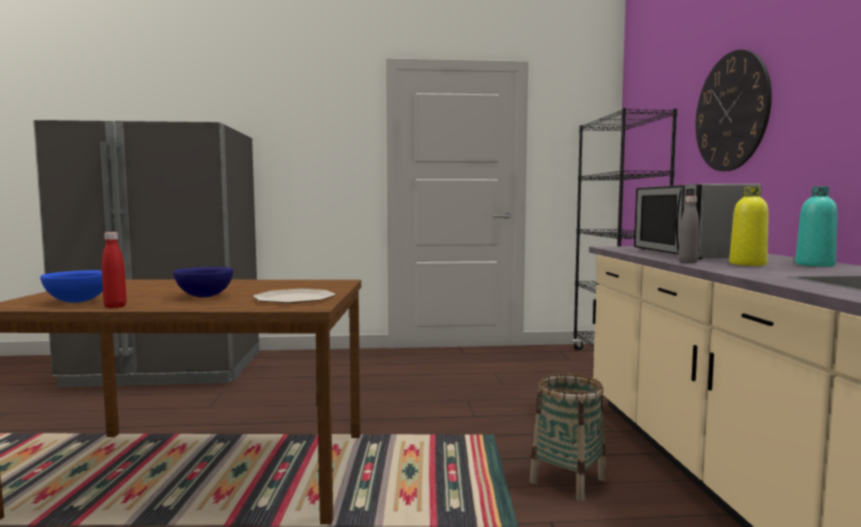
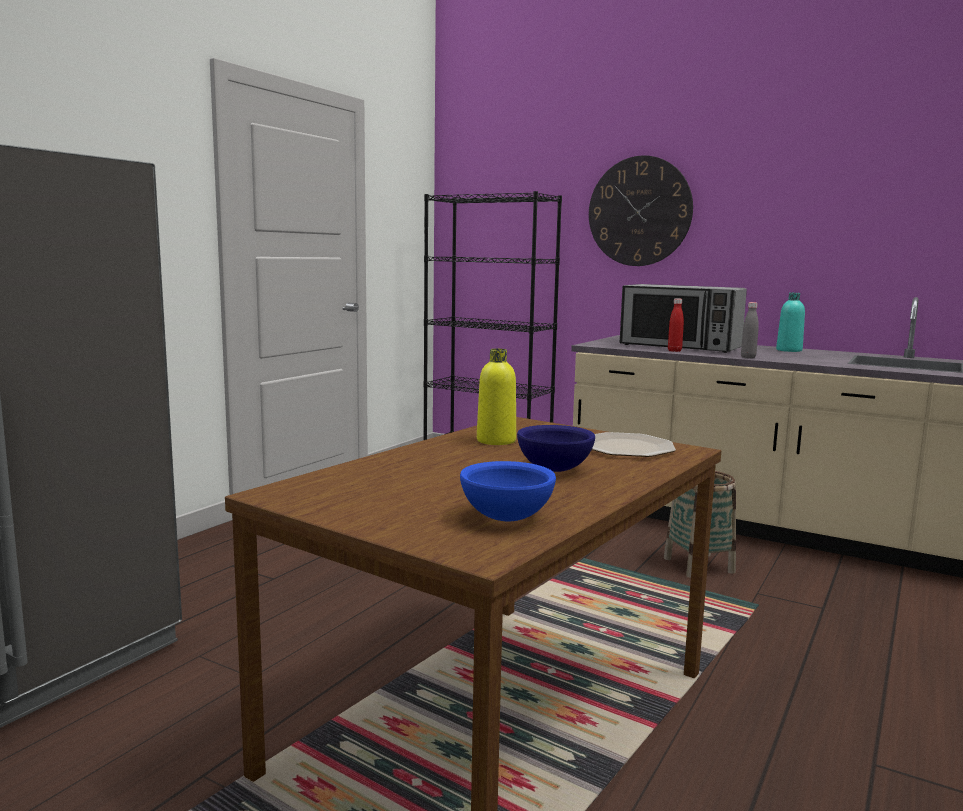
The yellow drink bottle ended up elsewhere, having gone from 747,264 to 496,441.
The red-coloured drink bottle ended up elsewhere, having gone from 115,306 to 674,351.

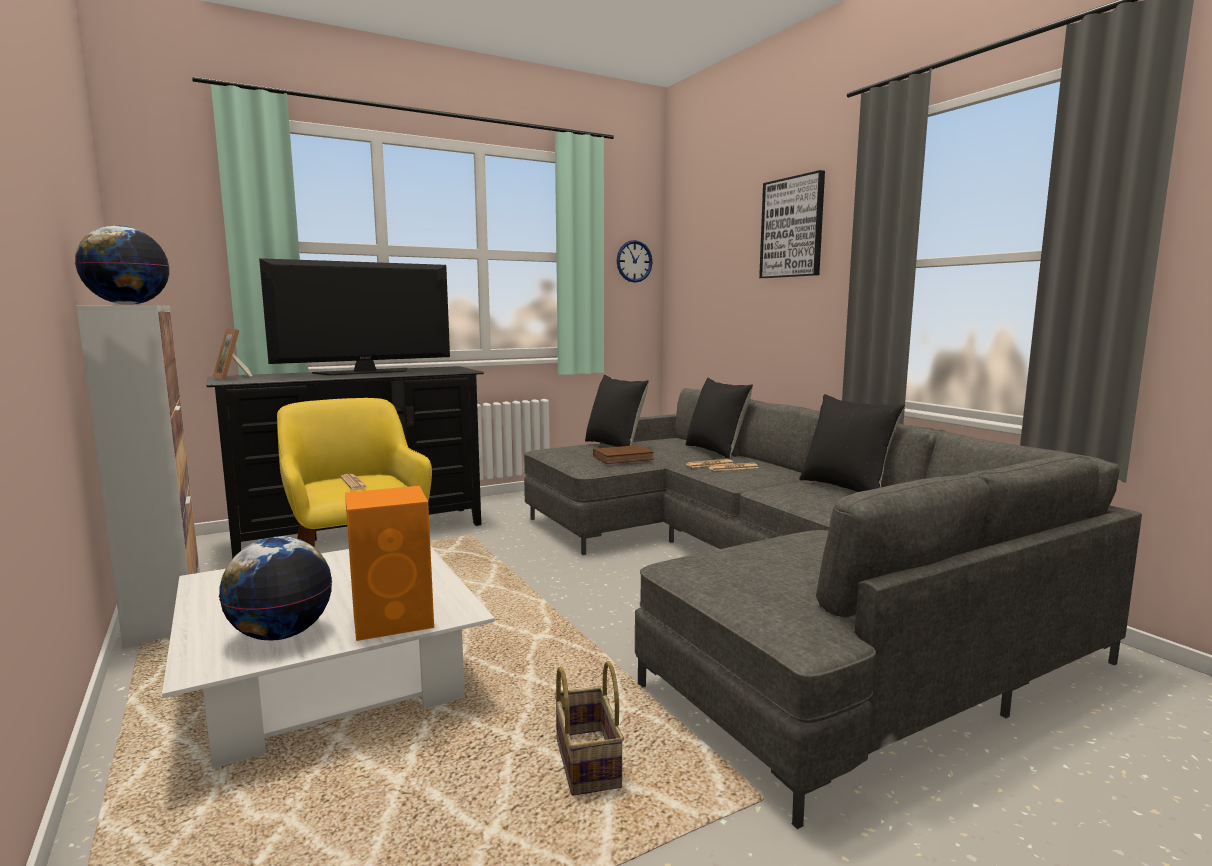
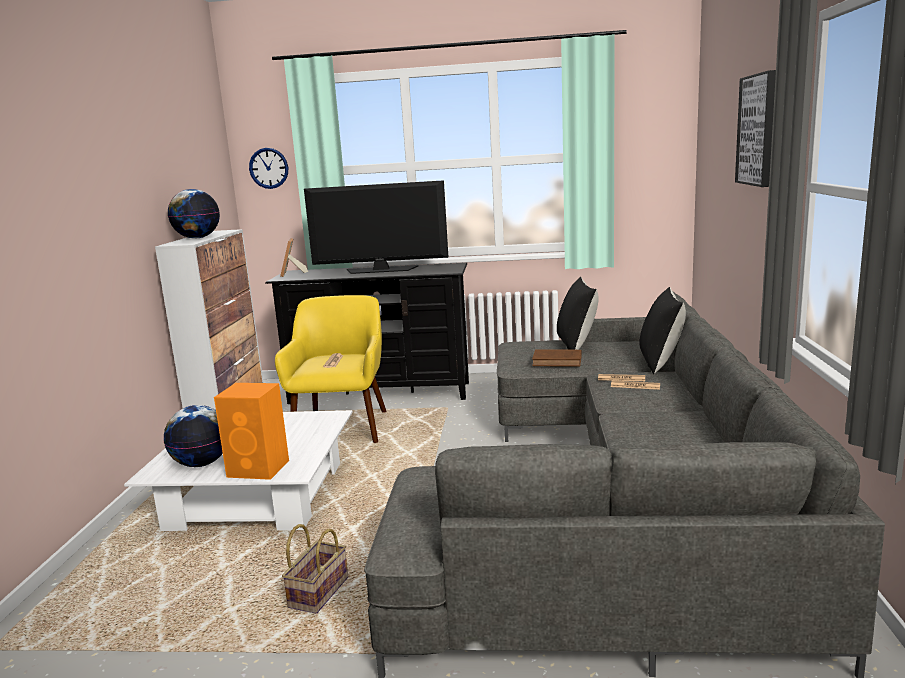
The hanging clock ended up elsewhere, having gone from 634,261 to 269,168.
The second view lost the black-coloured throw pillow at 846,487.

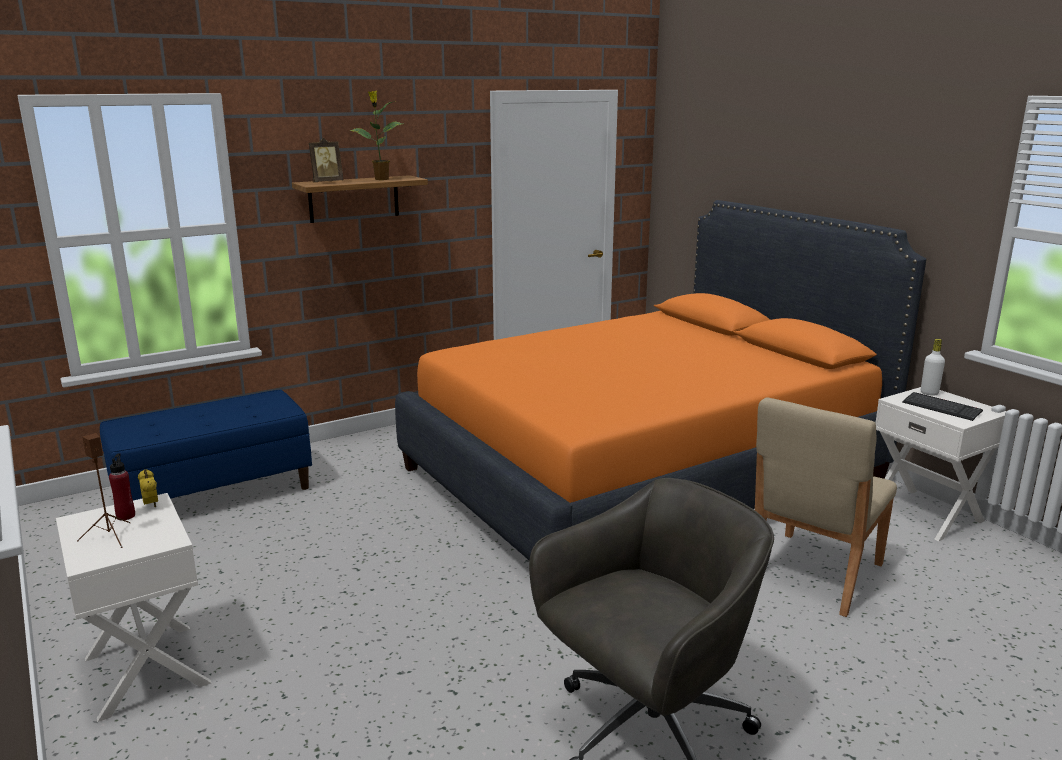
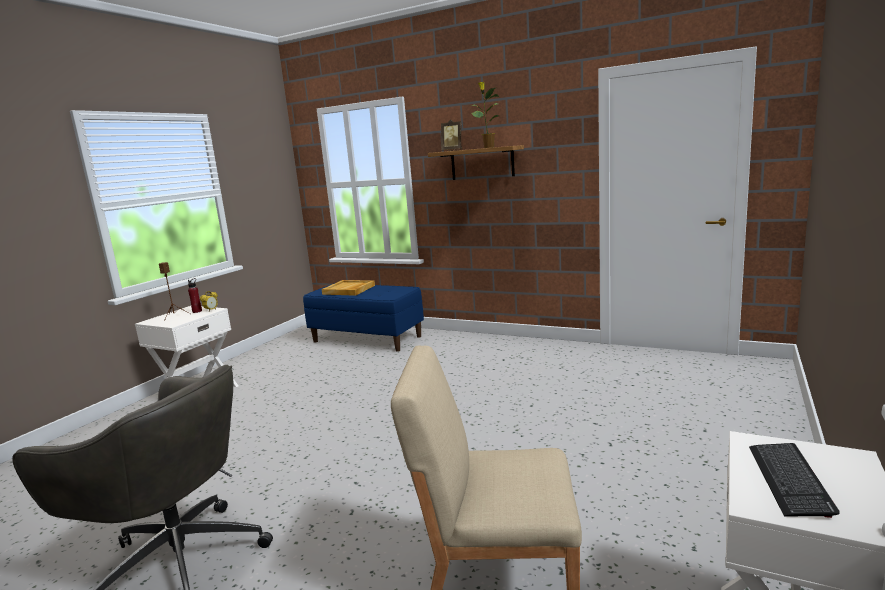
The second view gained the sand-coloured serving tray at 349,290.
The second view lost the orange bed at 642,474.
The second view lost the whitish drink bottle at 929,393.

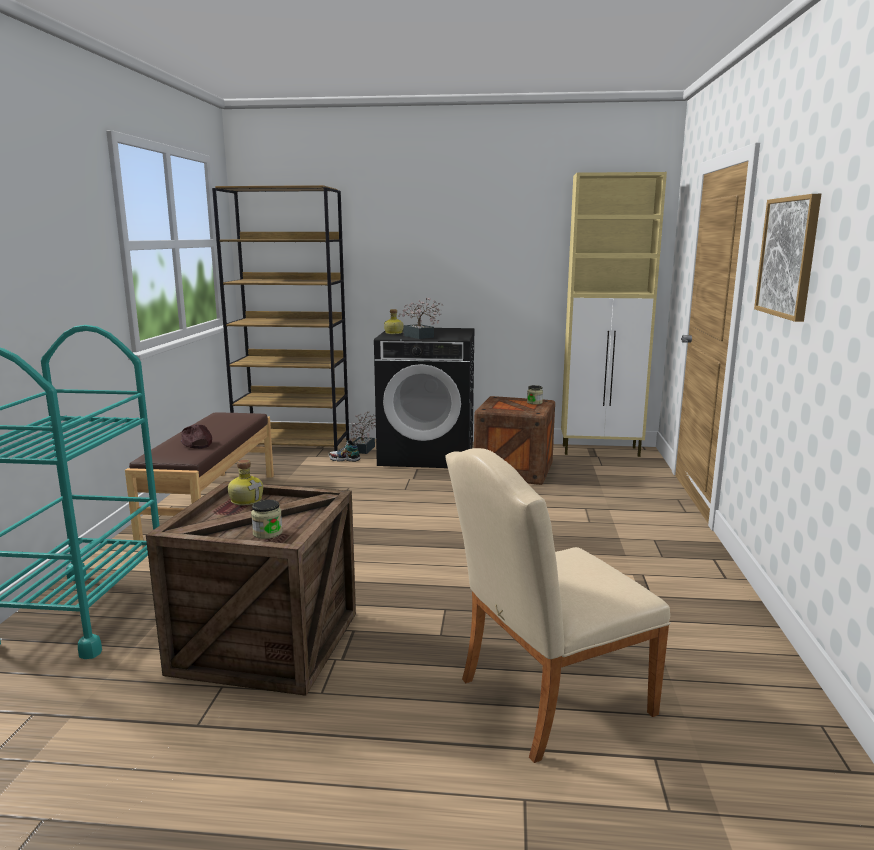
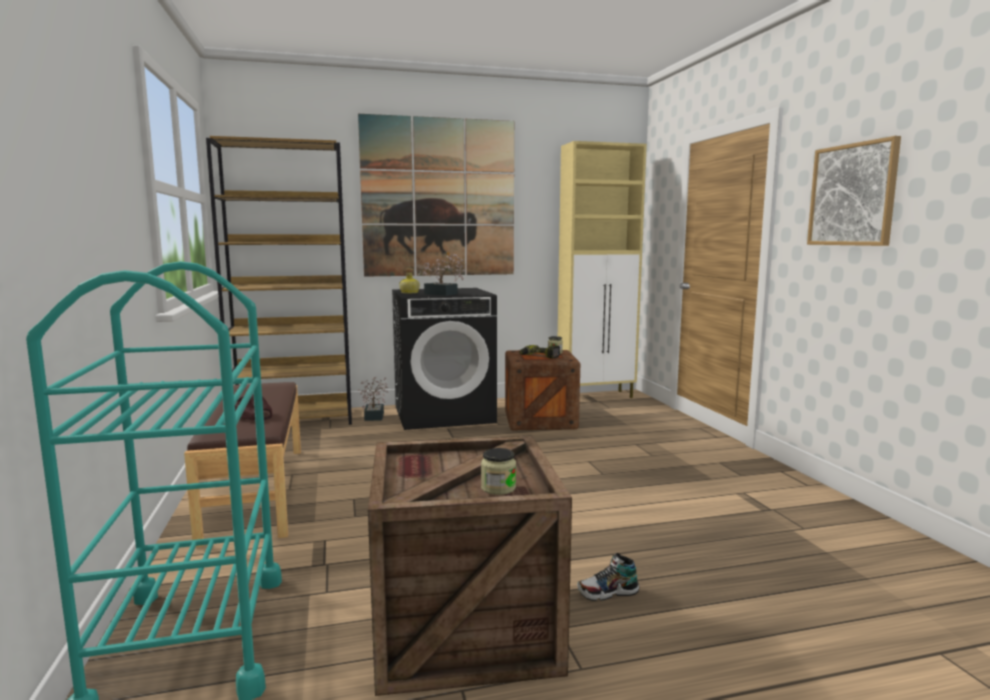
The second view gained the picture at 439,198.
The second view gained the power drill at 539,357.
The low shoe ended up elsewhere, having gone from 344,459 to 608,593.
The second view lost the drink bottle at 246,500.
The second view lost the sand-coloured plain chair at 544,699.

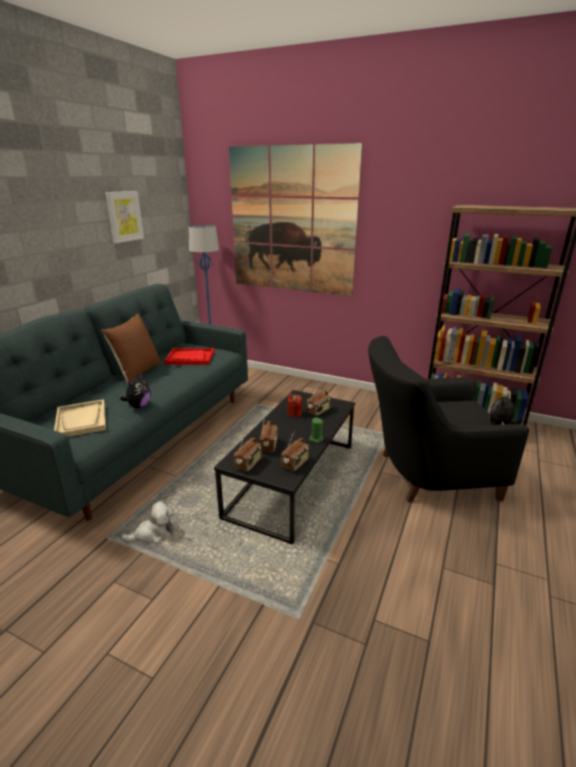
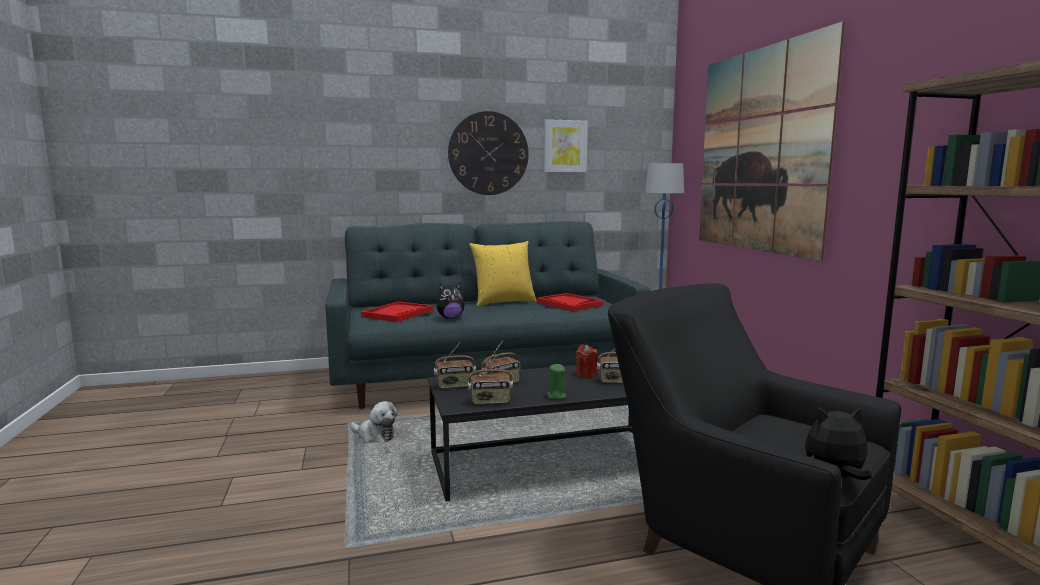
What was the sand-coloured serving tray at 81,420 turned into the red-coloured serving tray at 397,314.
The second view gained the hanging clock at 488,153.
What was the brown throw pillow at 137,372 turned into the yellow throw pillow at 503,302.

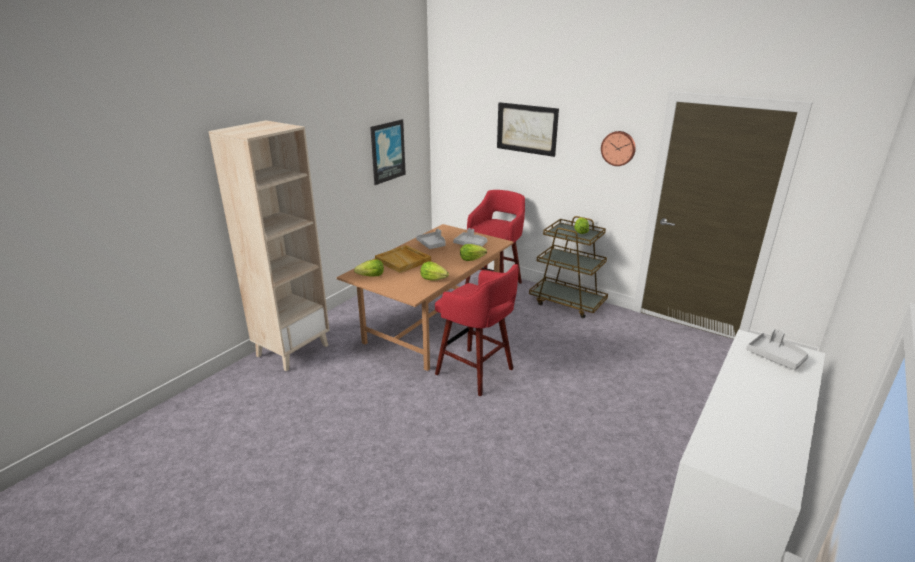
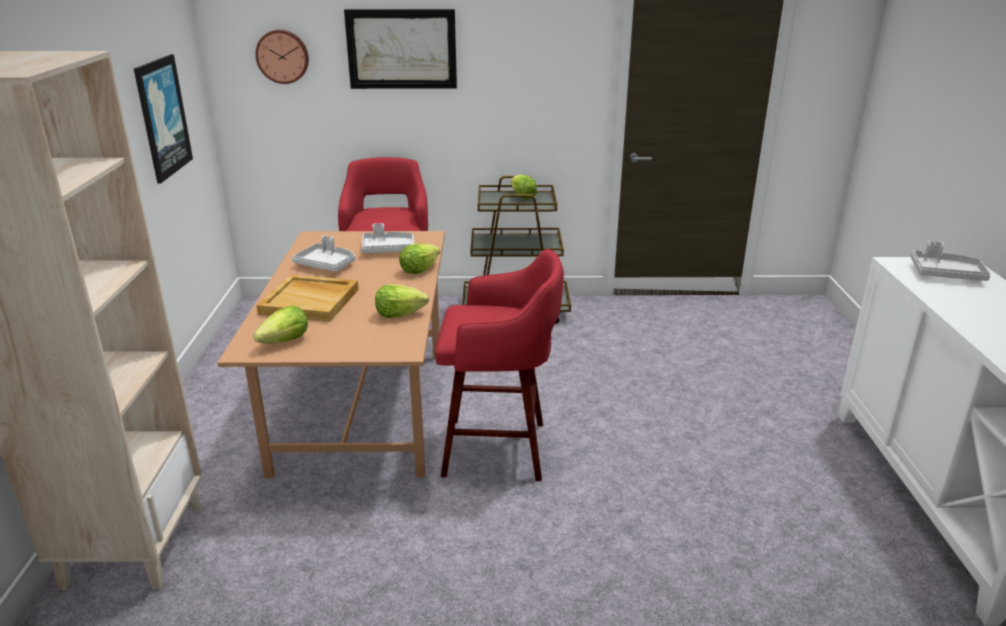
The hanging clock ended up elsewhere, having gone from 618,148 to 283,56.

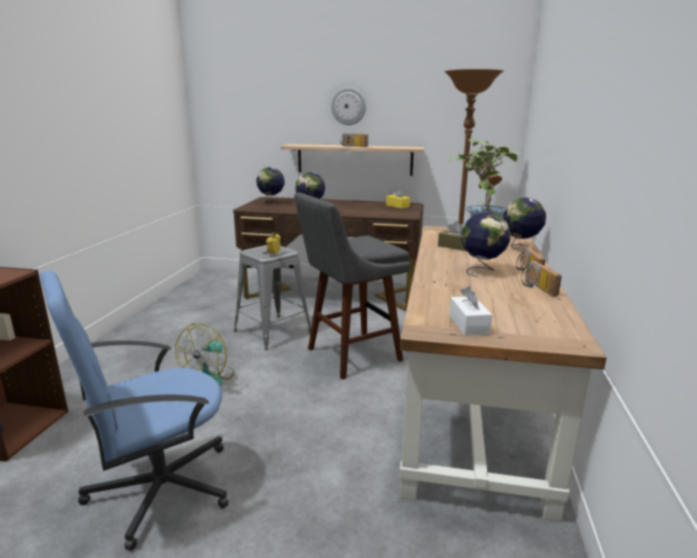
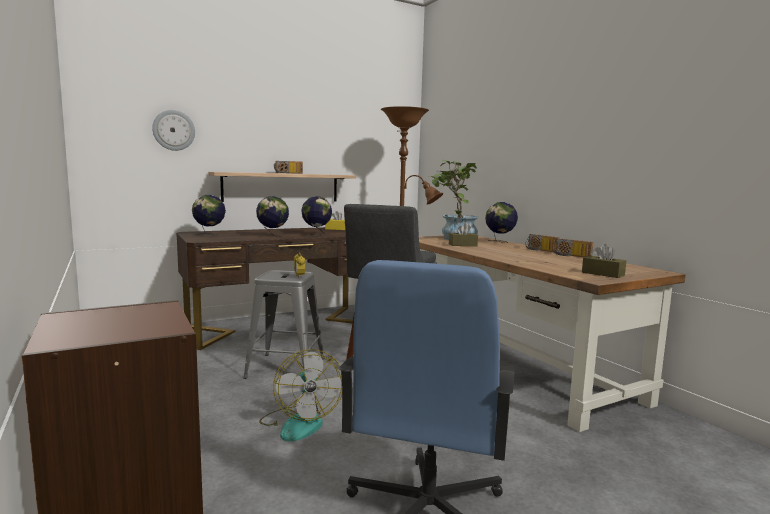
The hanging clock ended up elsewhere, having gone from 348,106 to 174,130.
The world globe ended up elsewhere, having gone from 481,270 to 316,235.
What was the whitish tissue holder at 468,324 turned into the brown tissue holder at 603,274.

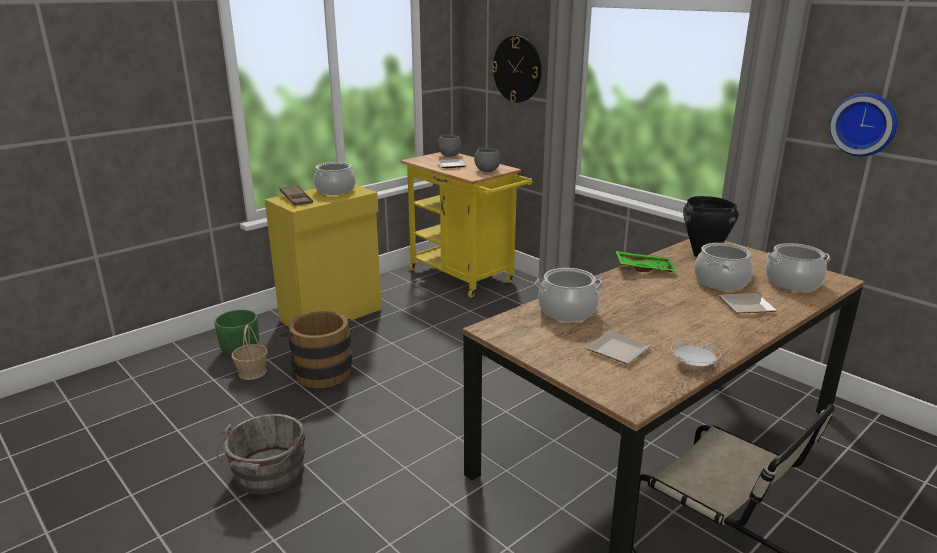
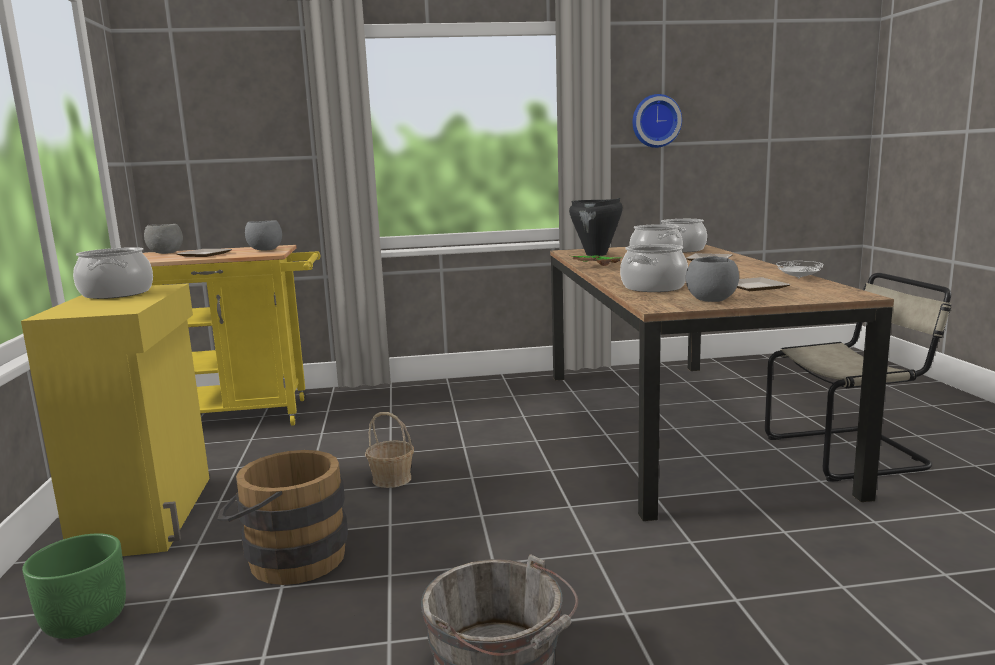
The basket ended up elsewhere, having gone from 252,372 to 392,479.
The second view gained the greyish deep dish at 710,300.
The second view lost the brown serving tray at 296,199.
The second view lost the hanging clock at 517,69.

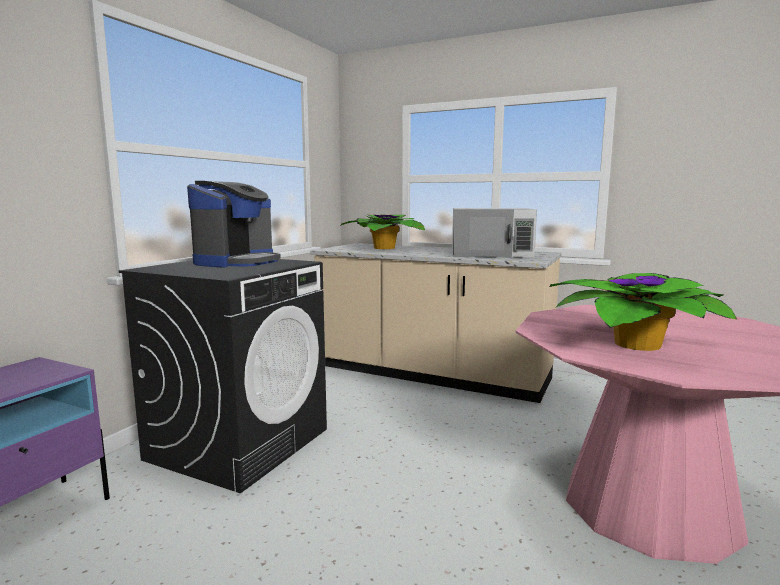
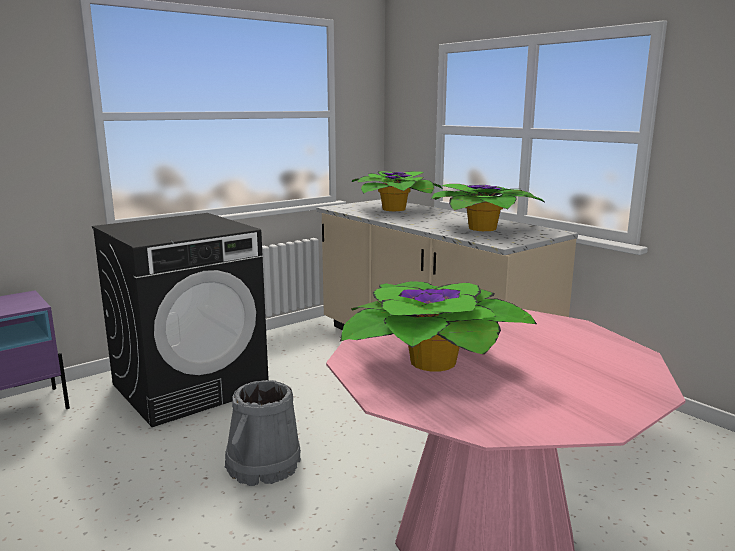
The second view gained the greyish bucket at 263,464.
Where the whitish microwave oven stood at 491,253, the plant in a pot came to stand at 484,228.
The second view lost the coffee maker at 237,262.

